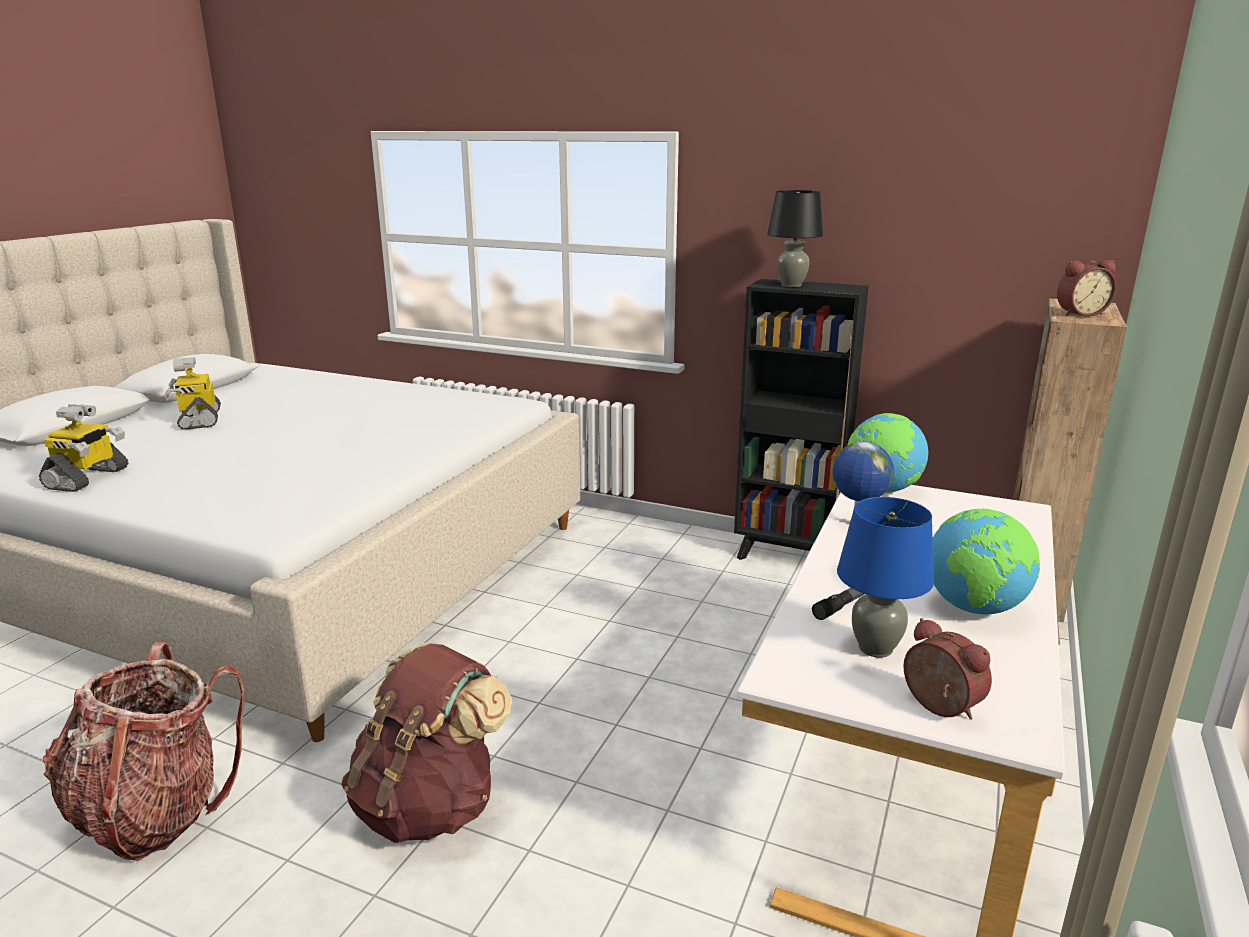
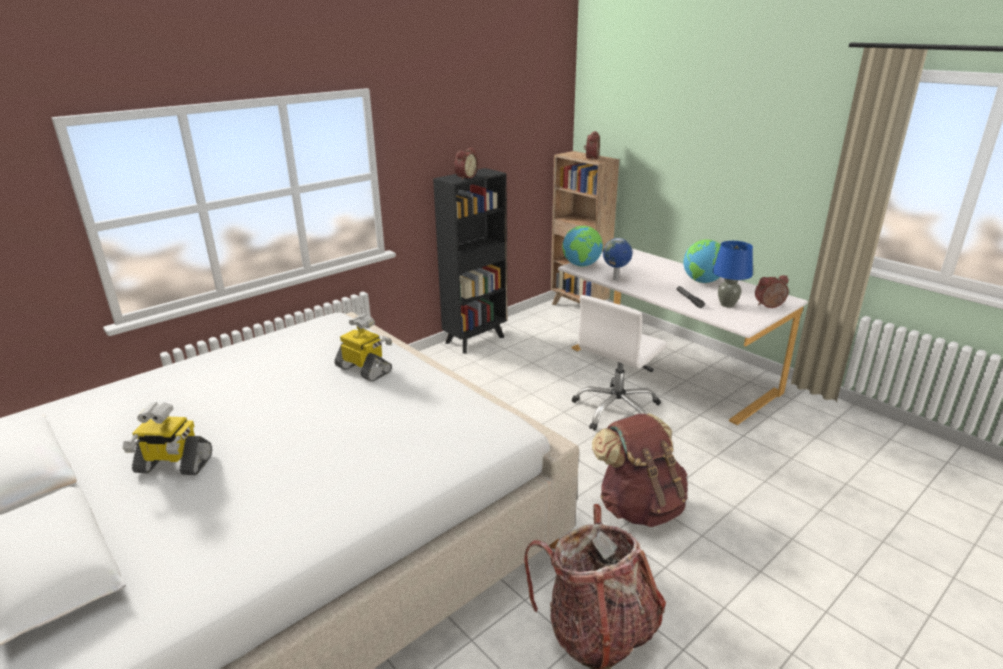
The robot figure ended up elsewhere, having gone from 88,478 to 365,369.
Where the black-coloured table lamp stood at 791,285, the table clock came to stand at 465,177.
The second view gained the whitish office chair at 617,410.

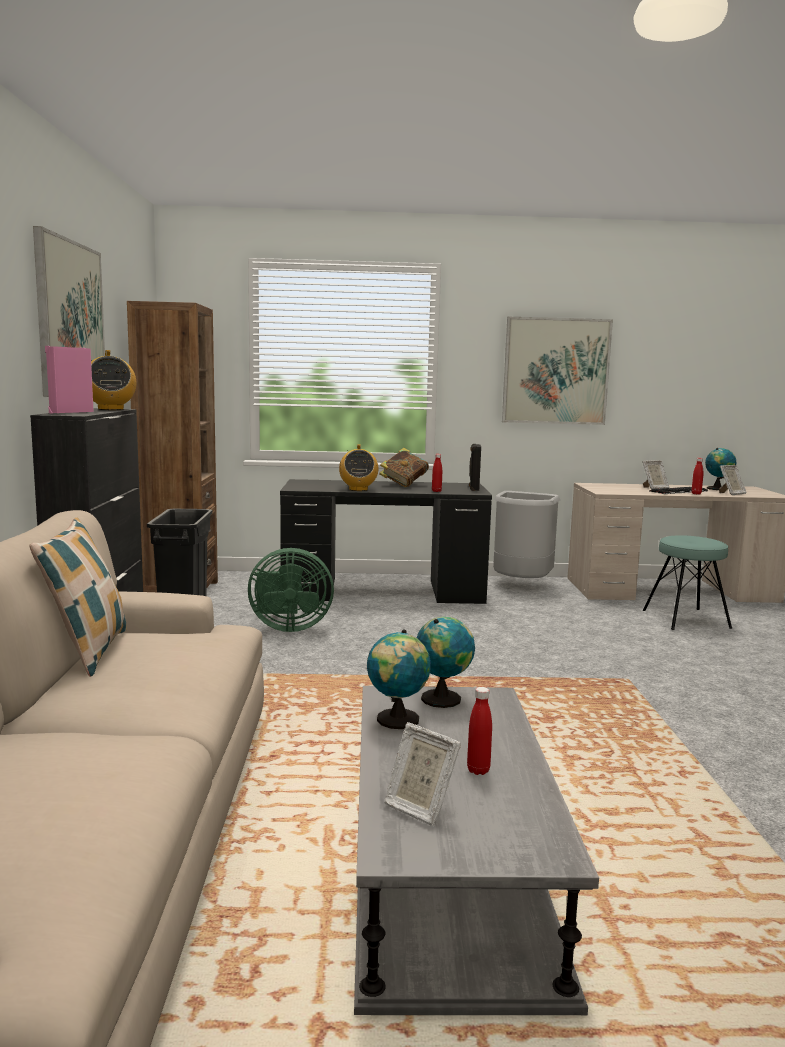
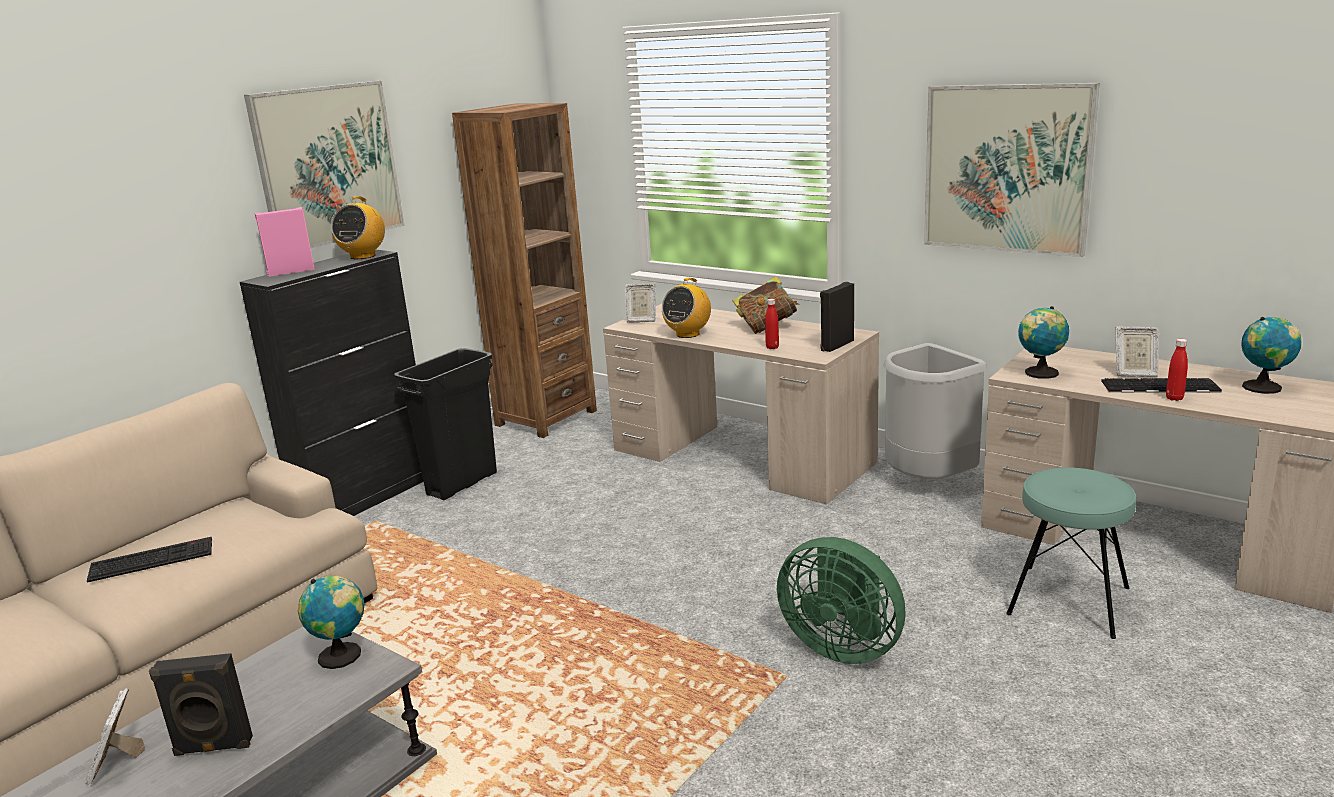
The second view gained the computer keyboard at 153,559.
Where the red-coloured drink bottle stood at 478,770, the black-coloured loudspeaker came to stand at 213,748.
What was the black-coloured desk table at 384,590 turned into the sand-coloured desk table at 741,456.
The photo frame ended up elsewhere, having gone from 731,494 to 641,320.
The green cooling fan ended up elsewhere, having gone from 288,627 to 842,646.
The world globe ended up elsewhere, having gone from 397,721 to 1040,373.
The second view lost the throw pillow at 88,652.

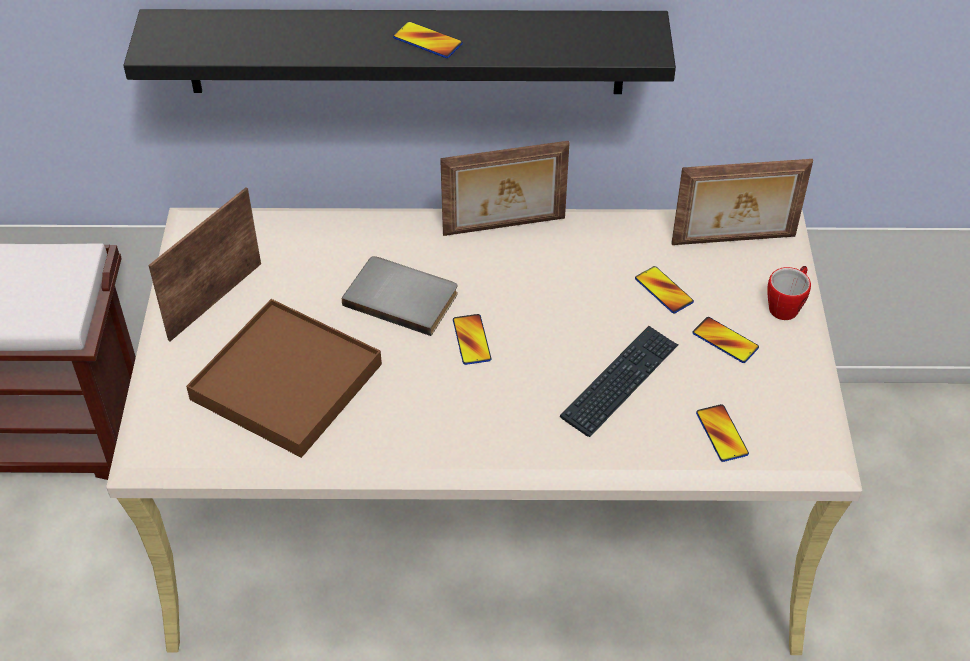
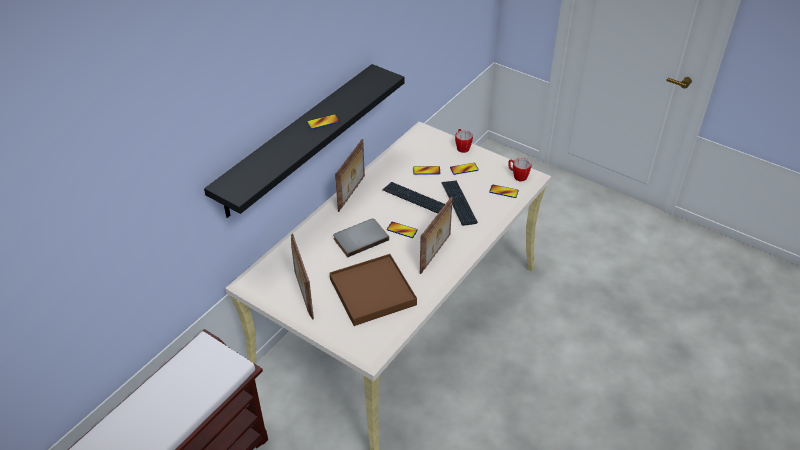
The second view gained the computer keyboard at 414,198.
The photo frame ended up elsewhere, having gone from 734,241 to 436,254.
The second view gained the coffee mug at 517,176.

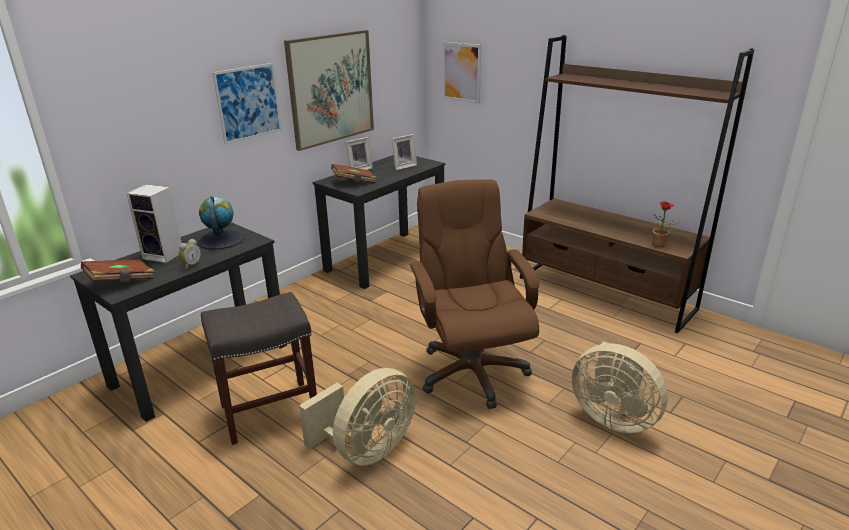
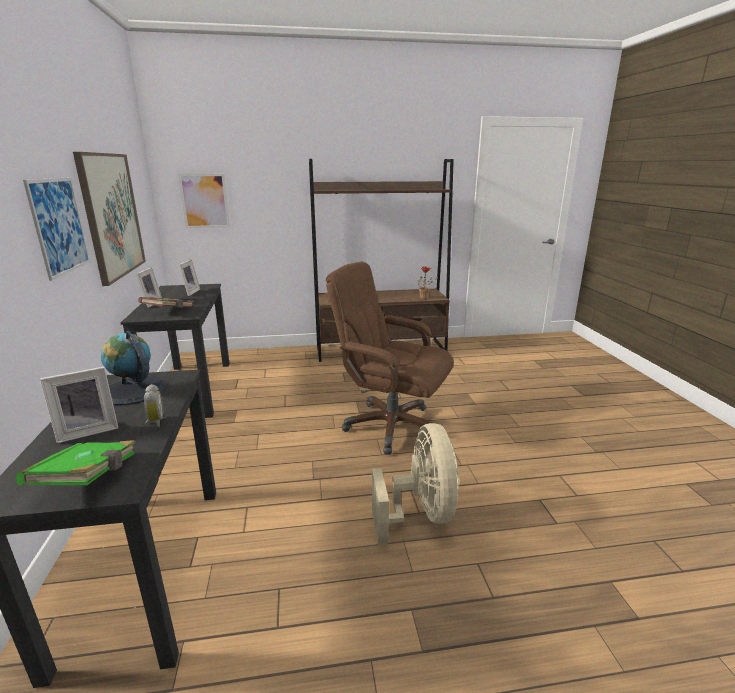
What was the brown book at 121,281 turned into the green book at 89,478.
Where the loudspeaker stood at 165,255, the photo frame came to stand at 88,430.
The second view lost the greyish stool at 268,412.
The second view lost the sand-coloured cooling fan at 613,417.

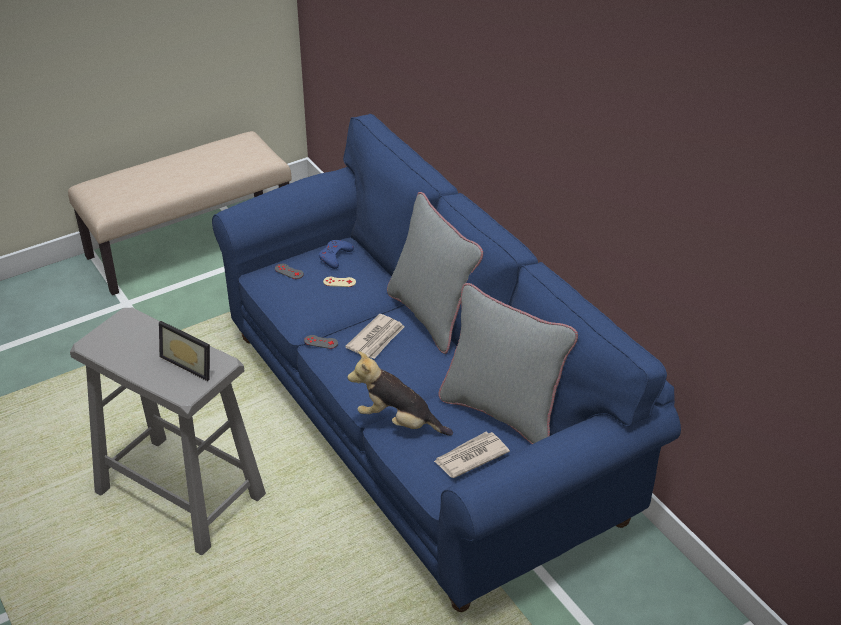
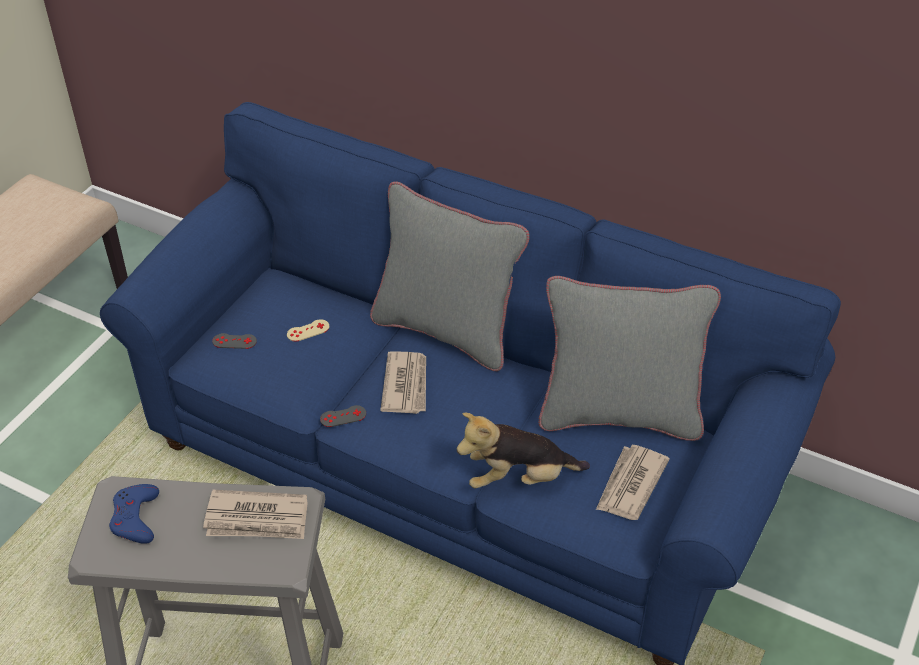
The blue gamepad ended up elsewhere, having gone from 335,256 to 135,518.
Where the photo frame stood at 191,362, the printed paper came to stand at 257,519.

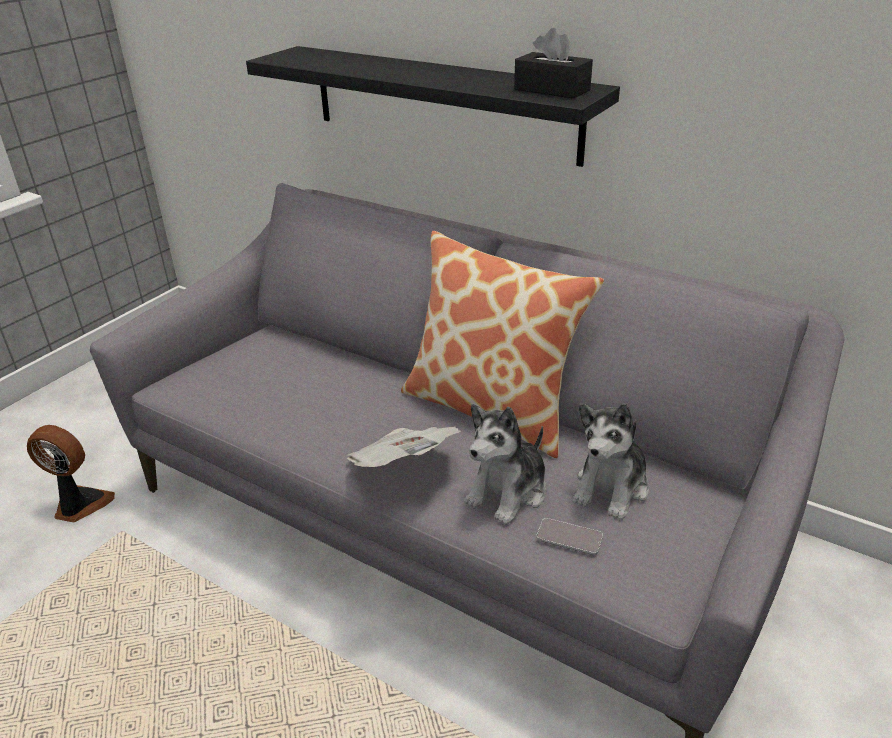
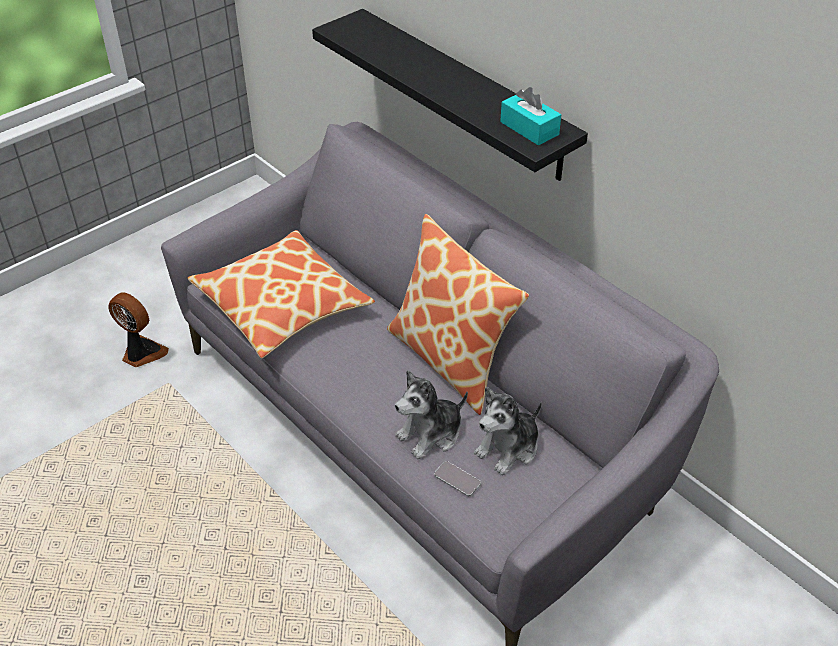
The second view gained the throw pillow at 282,305.
What was the black-coloured tissue holder at 552,90 turned into the turquoise-coloured tissue holder at 529,128.
The second view lost the printed paper at 403,467.

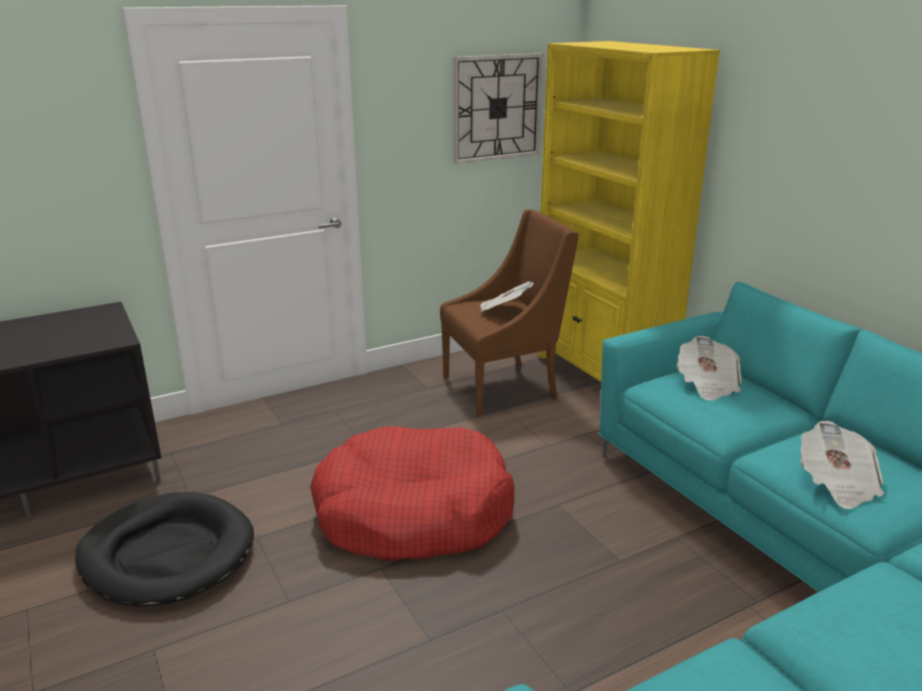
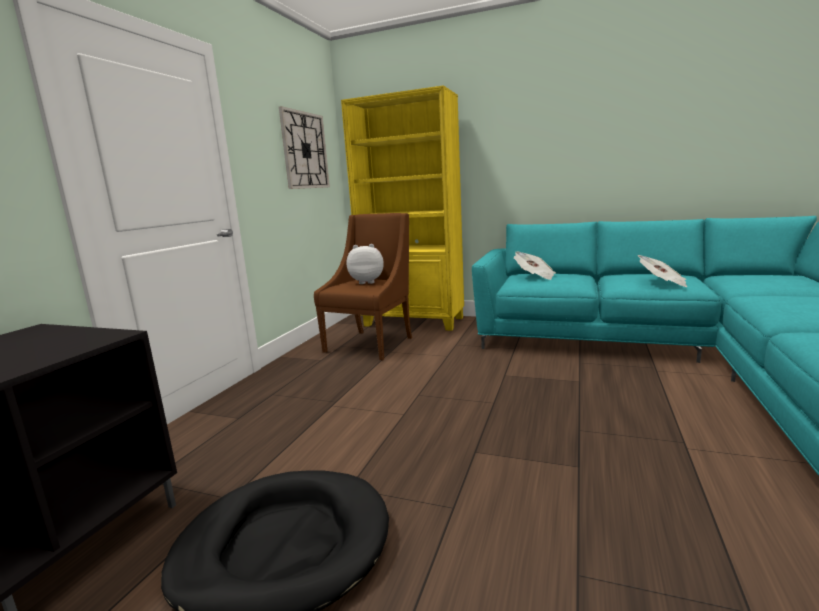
Where the printed paper stood at 504,310, the plush toy came to stand at 367,282.
The second view lost the red-coloured dog bed at 413,513.

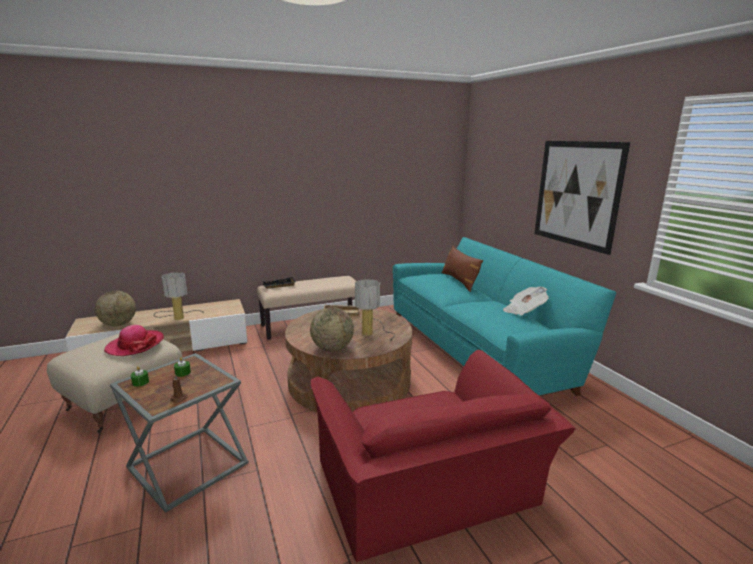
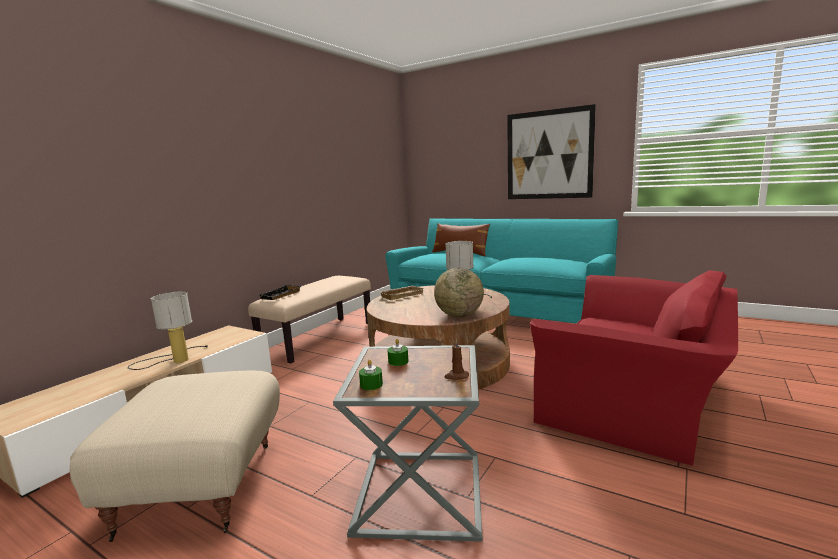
The second view lost the world globe at 118,324.
The second view lost the clothing hat at 135,345.
The second view lost the printed paper at 524,311.

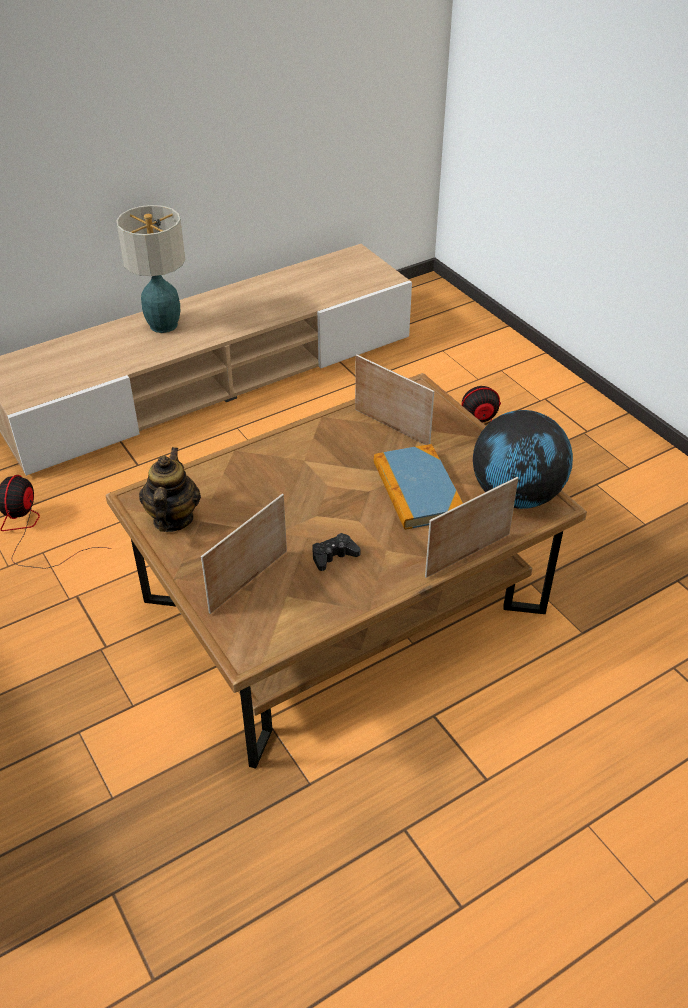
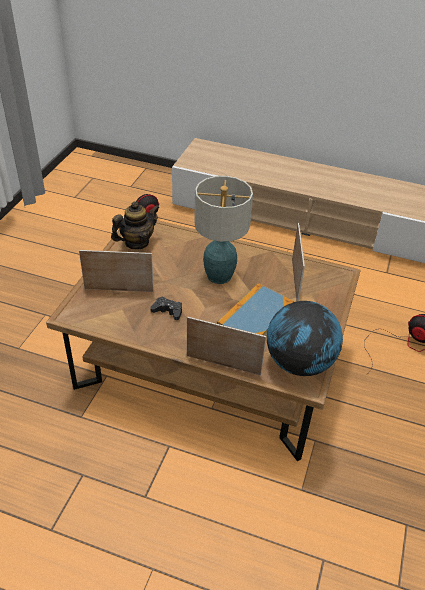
The table lamp ended up elsewhere, having gone from 163,324 to 219,275.

